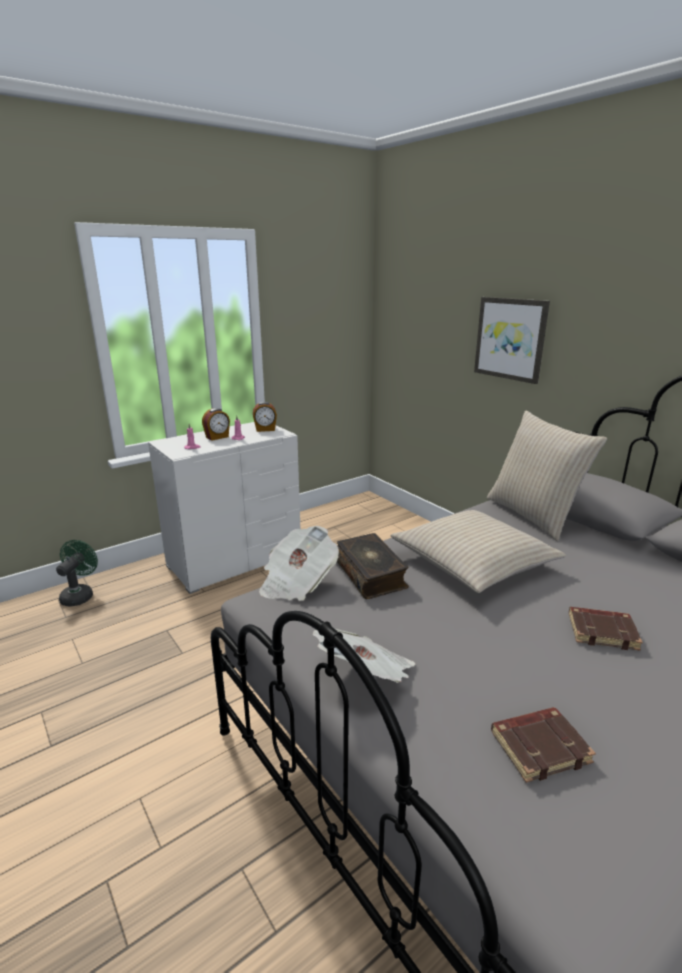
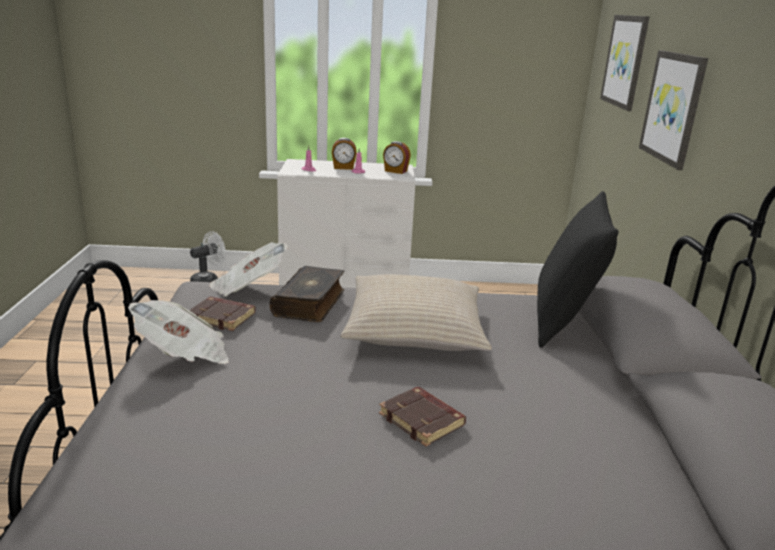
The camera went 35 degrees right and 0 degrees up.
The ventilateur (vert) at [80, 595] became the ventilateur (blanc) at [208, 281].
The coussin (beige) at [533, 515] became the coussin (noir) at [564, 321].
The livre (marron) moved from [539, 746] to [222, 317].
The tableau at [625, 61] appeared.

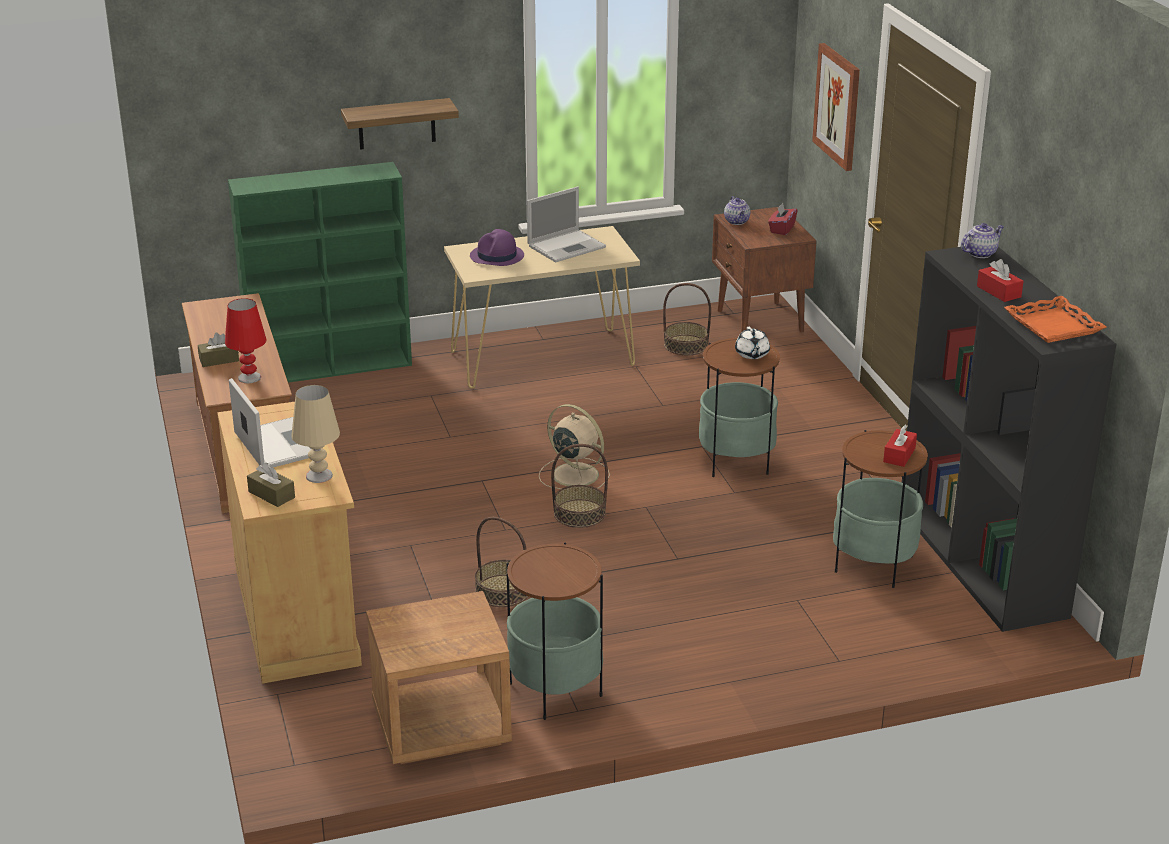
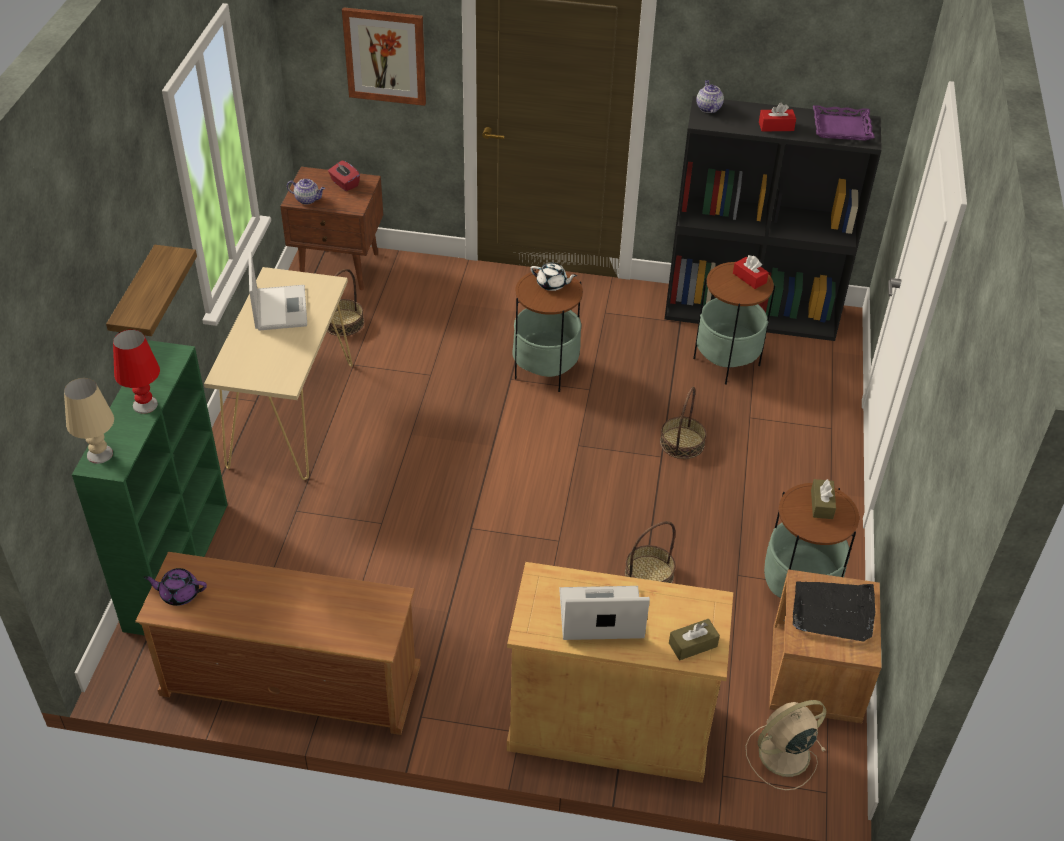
The camera went 65 degrees left and 15 degrees up.
The boîte à mouchoirs (marron) moved from [219, 360] to [821, 504].
The lampe de table (rouge) moved from [249, 377] to [145, 404].
The lampe de table (beige) moved from [318, 475] to [99, 454].
The chapeau (violet) at [497, 256] disappeared.
The ventilateur (beige) moved from [573, 474] to [782, 755].
The panier moved from [579, 514] to [682, 443].
The plateau (orange) at [1054, 326] became the plateau (violet) at [841, 127].
The théière (violet) at [179, 593] appeared.
The plateau (noir) at [833, 612] appeared.

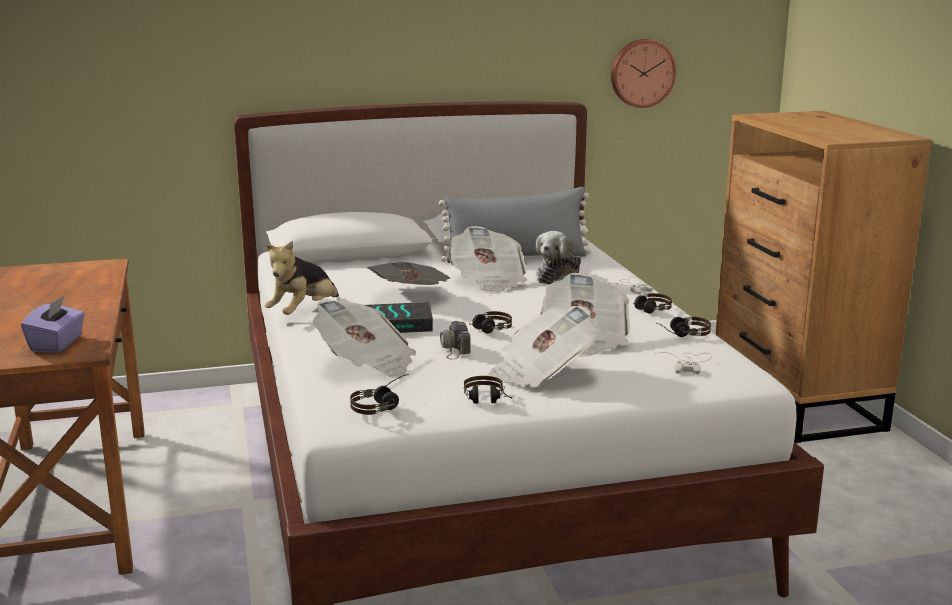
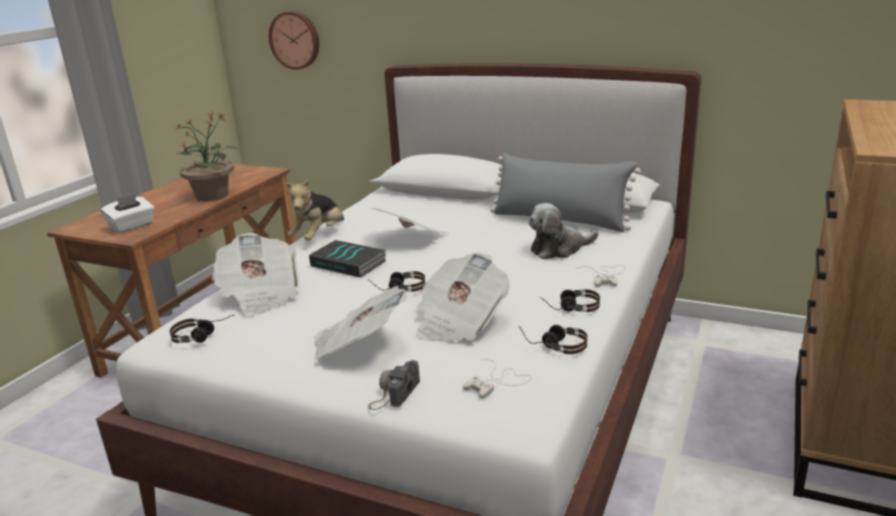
The camera went 40 degrees right and 5 degrees up.
The boîte à mouchoirs (violet) at [57, 344] became the boîte à mouchoirs (blanc) at [132, 226].
The peluche at [303, 312] turned 45 degrees counterclockwise.
The appareil photo moved from [454, 348] to [395, 393].
The journal at [488, 281] disappeared.
The casque audio at [487, 401] disappeared.
The horloge murale moved from [642, 73] to [295, 40].
The plante en pot at [212, 195] appeared.

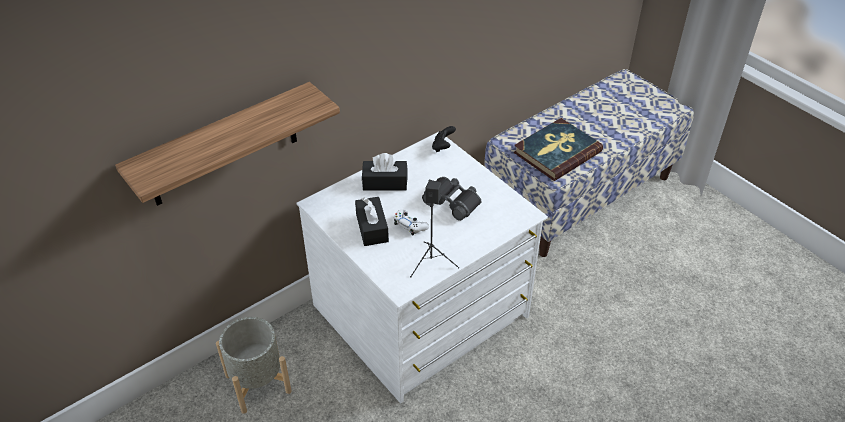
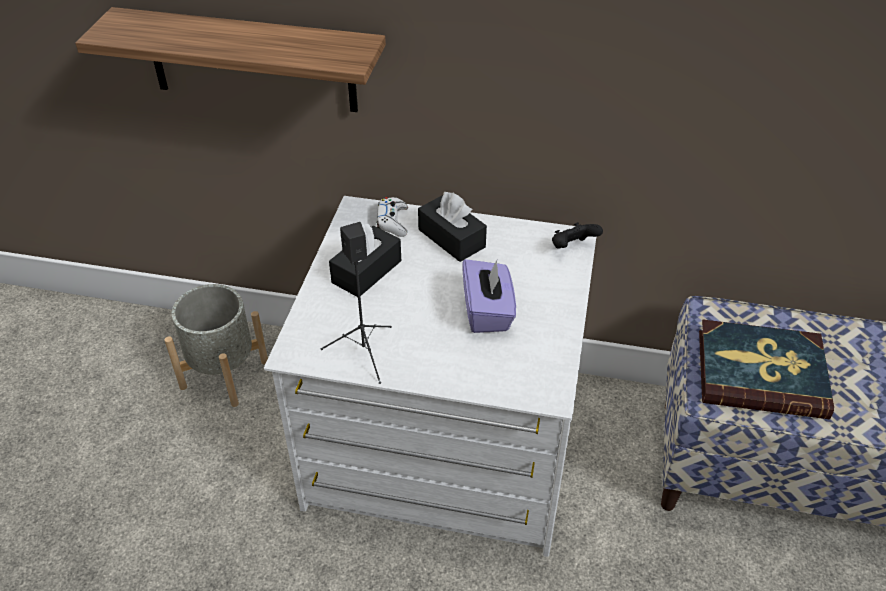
The camera went 50 degrees right and 0 degrees up.
The manette (blanc) moved from [410, 225] to [392, 222].
The jumelles (noir) at [453, 202] was replaced by the boîte à mouchoirs (violet) at [487, 312].

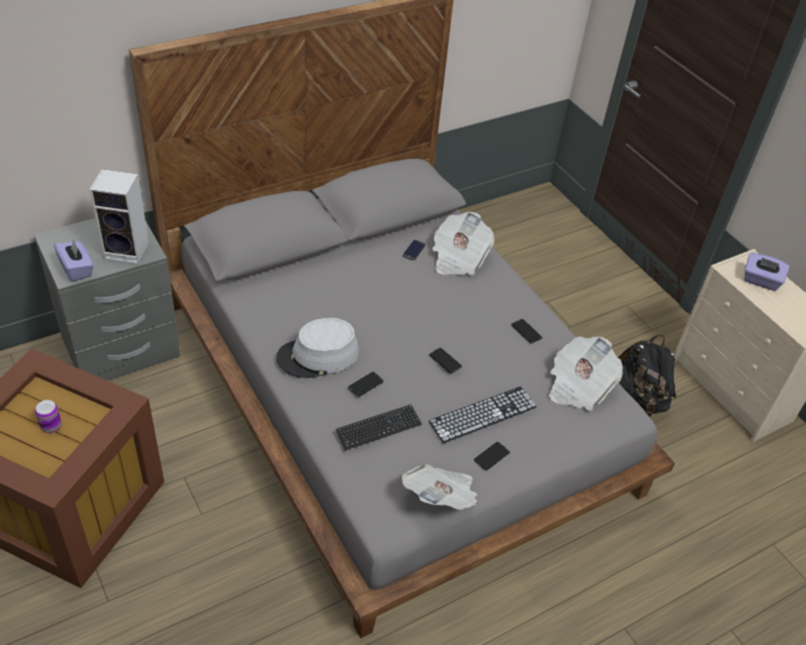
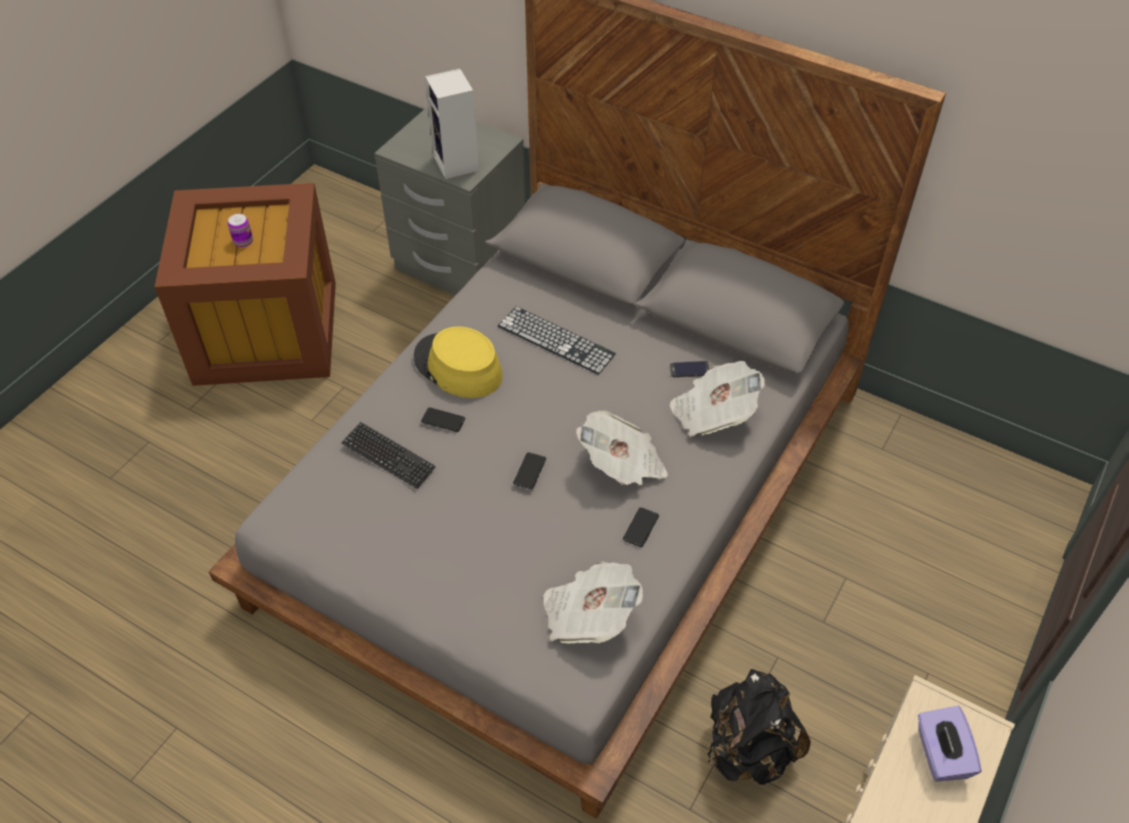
The camera went 65 degrees right and 5 degrees up.
The boîte à mouchoirs (violet) at [77, 269] disappeared.
The chapeau (gris) at [318, 356] became the chapeau (jaune) at [457, 367].
The journal moved from [441, 498] to [622, 464].
The clavier moved from [483, 414] to [556, 340].
The téléphone at [491, 456] disappeared.

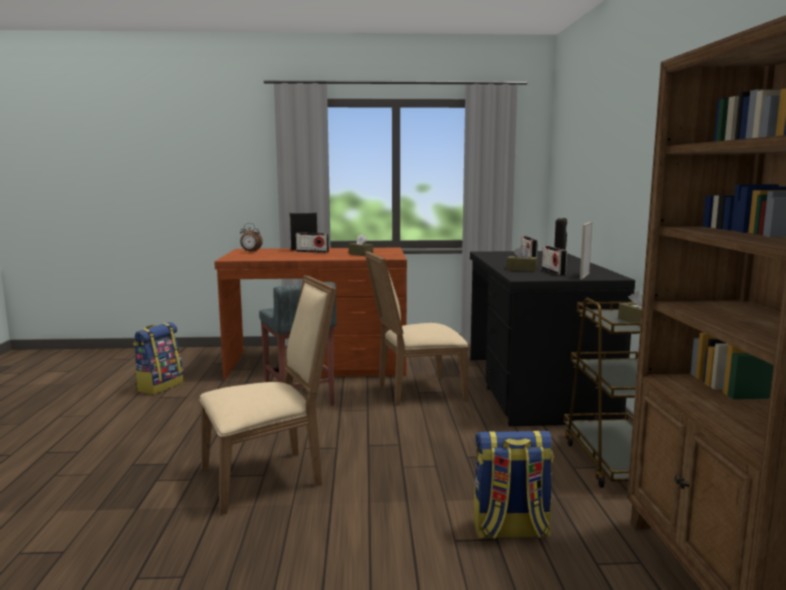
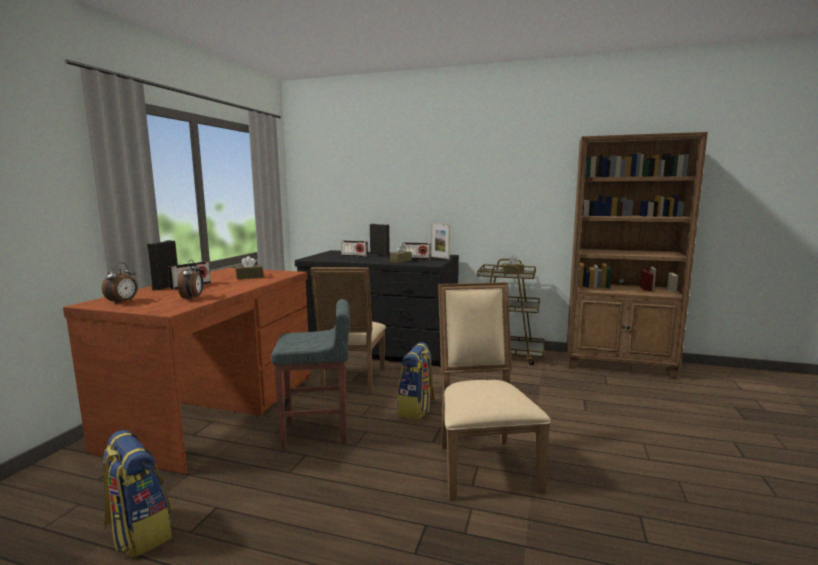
The camera went 70 degrees left and 0 degrees up.
The sac à dos moved from [510, 530] to [416, 409].
The réveil at [193, 298] appeared.

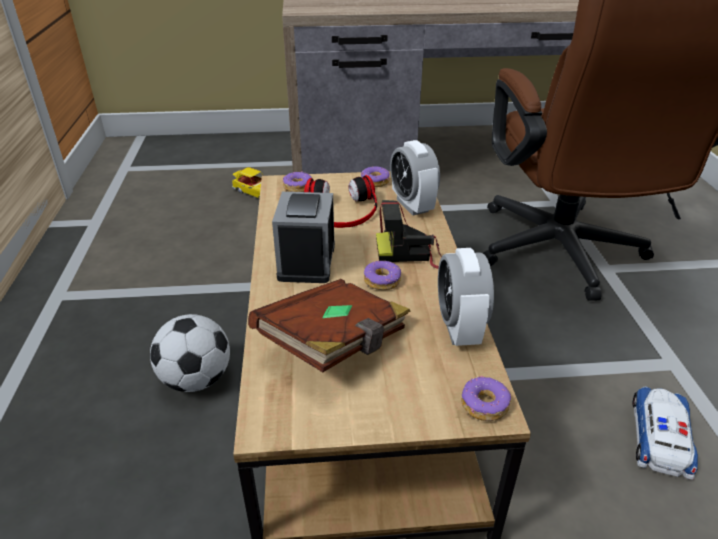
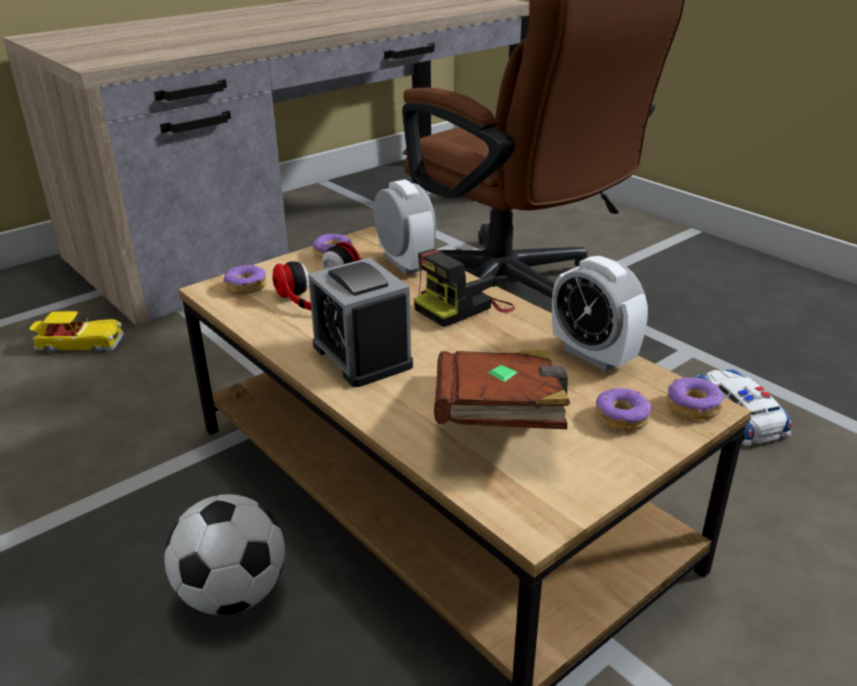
The camera went 35 degrees left and 5 degrees down.
The beignet moved from [382, 281] to [621, 417].
The réveil at [412, 205] turned 150 degrees counterclockwise.

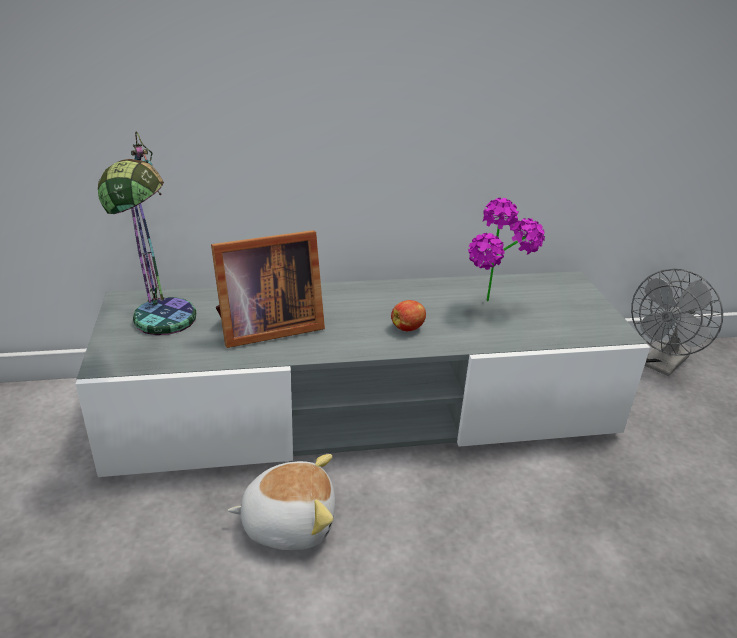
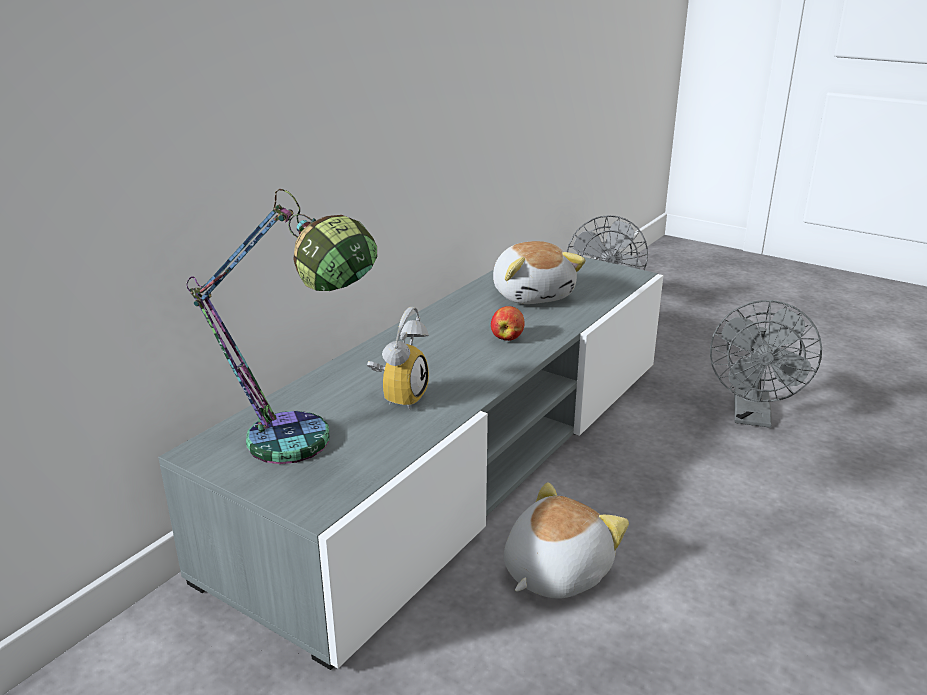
The camera went 45 degrees left and 5 degrees down.
The cadre photo at [265, 328] was replaced by the réveil at [399, 396].
The plante en pot at [494, 307] was replaced by the peluche at [533, 295].
The ventilateur (gris) at [752, 417] appeared.

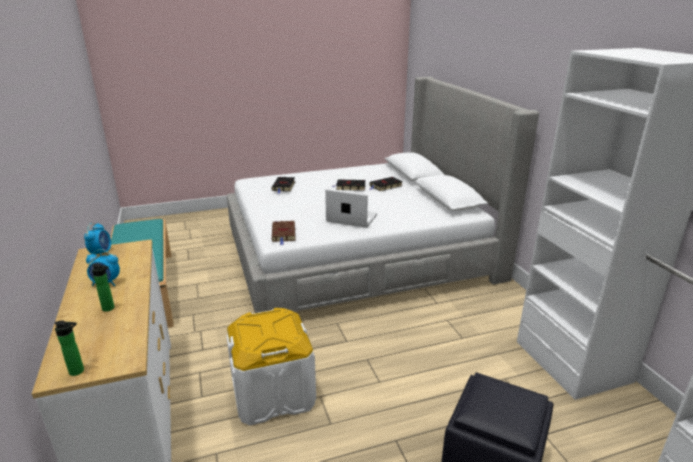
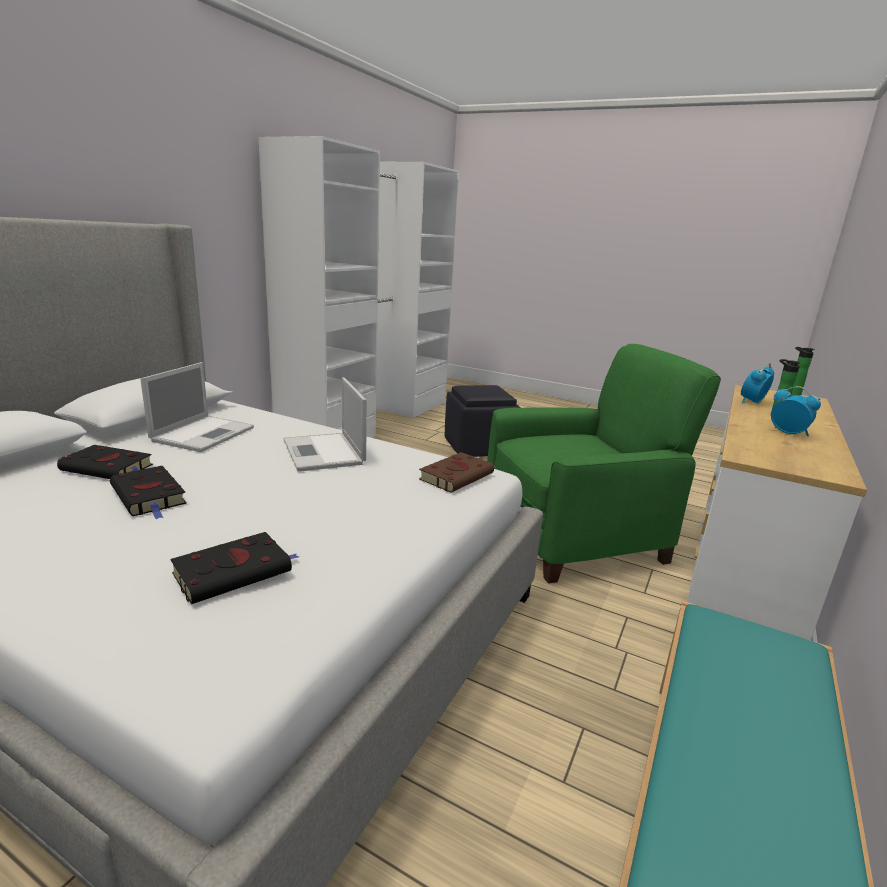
The camera went 135 degrees left and 5 degrees down.
The réveil moved from [101, 253] to [752, 402].
The boîte de rangement (blanc) at [273, 393] was replaced by the fauteuil (vert) at [575, 535].
The ordinateur portable at [204, 433] appeared.

